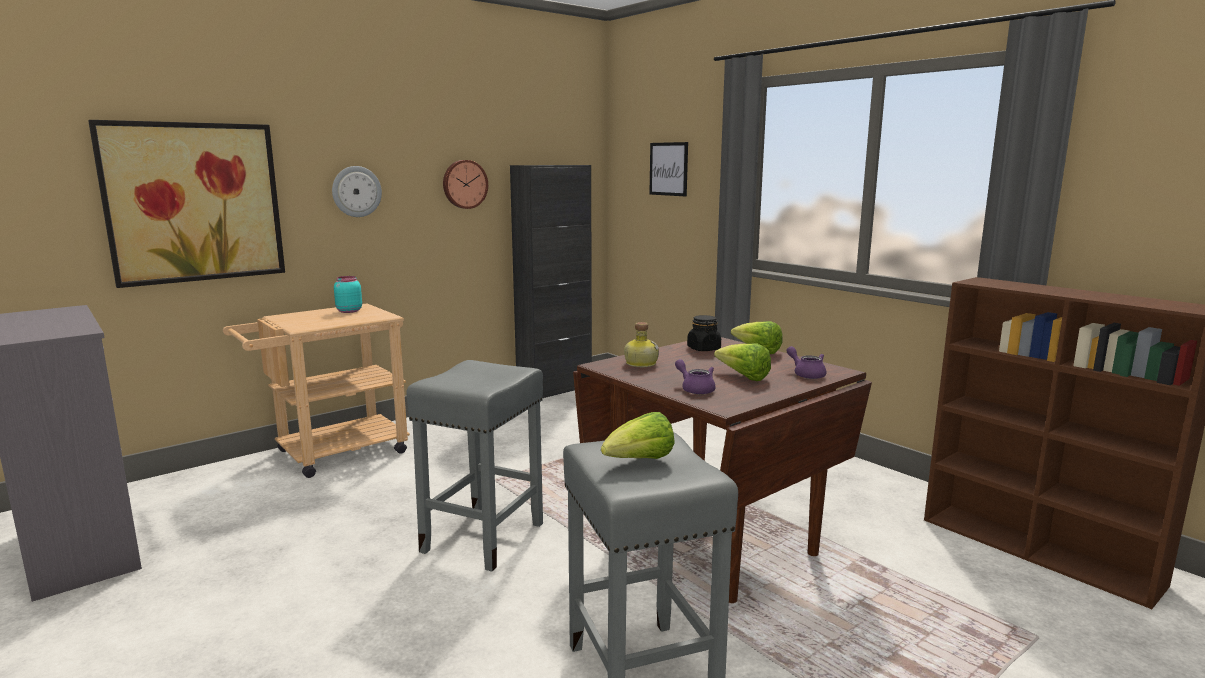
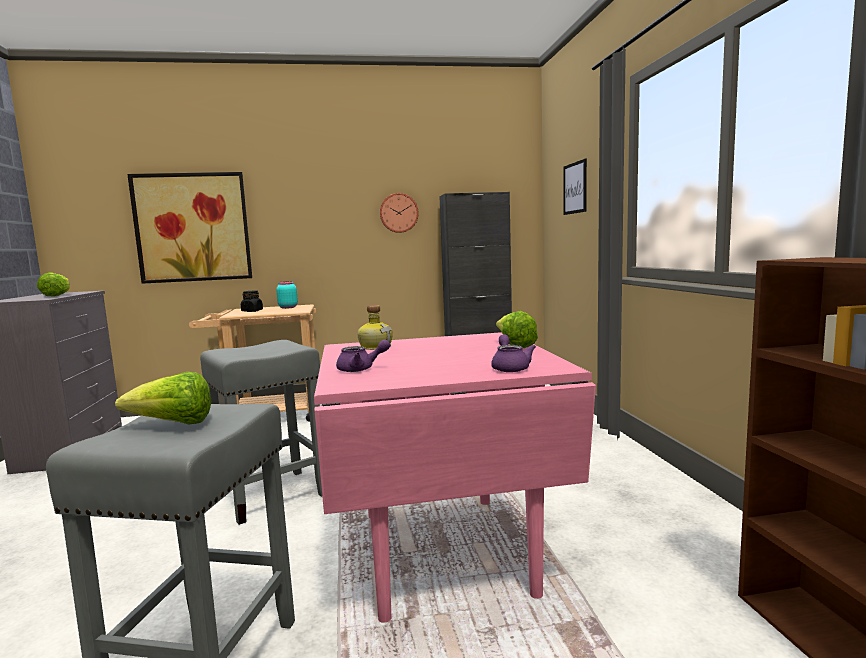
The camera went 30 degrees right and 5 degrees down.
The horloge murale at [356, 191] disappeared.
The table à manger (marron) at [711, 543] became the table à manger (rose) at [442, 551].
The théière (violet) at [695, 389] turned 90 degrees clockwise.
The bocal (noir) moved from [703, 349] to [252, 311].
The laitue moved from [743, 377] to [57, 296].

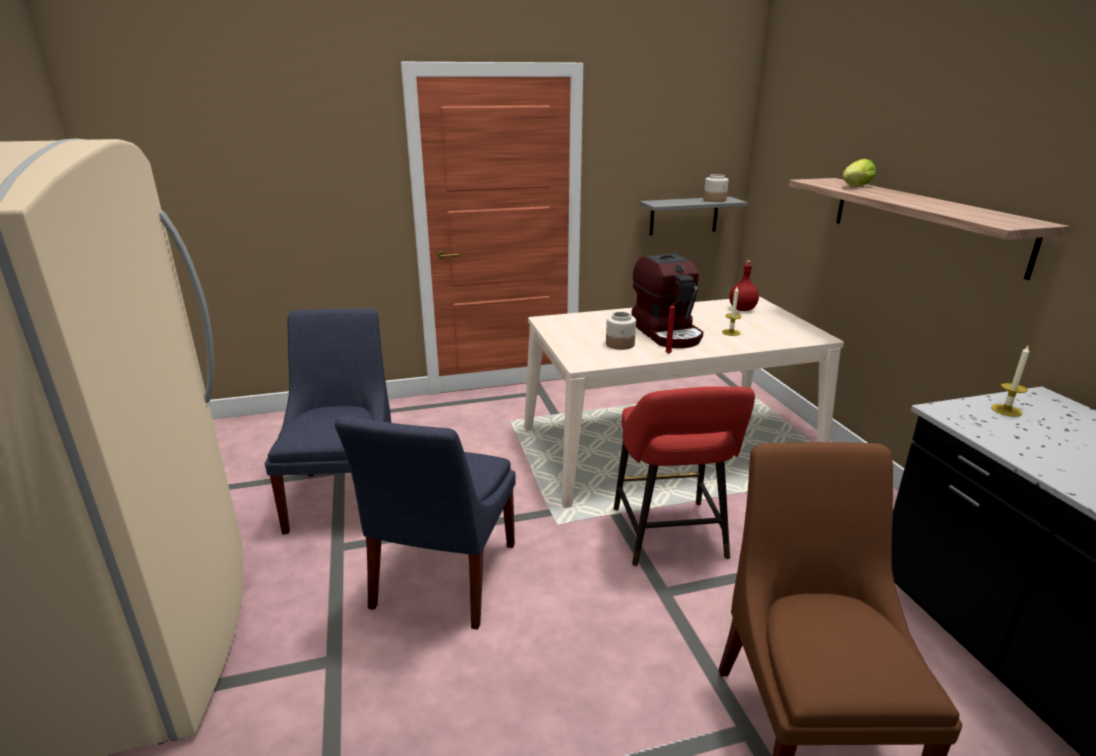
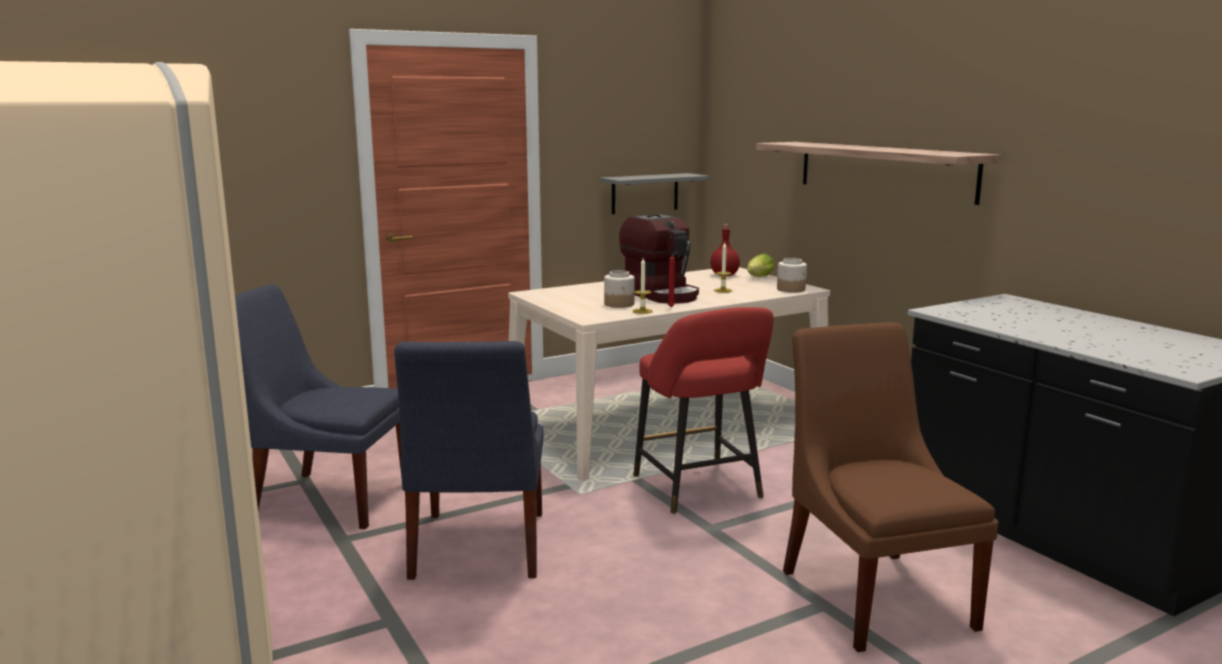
The camera went 15 degrees left and 10 degrees down.
The chaise (bleu) at [346, 495] turned 60 degrees counterclockwise.
The bocal moved from [715, 200] to [791, 289].
The laitue moved from [854, 186] to [758, 277].
The bougie moved from [1006, 410] to [642, 311].

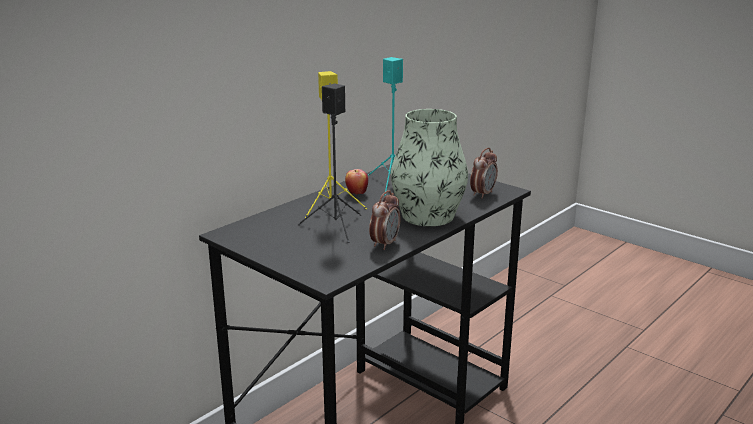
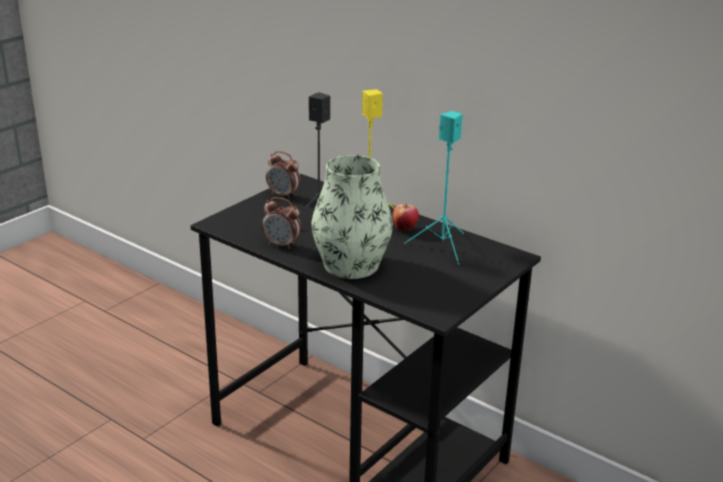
The camera went 85 degrees right and 5 degrees up.
The réveil moved from [482, 194] to [283, 195].

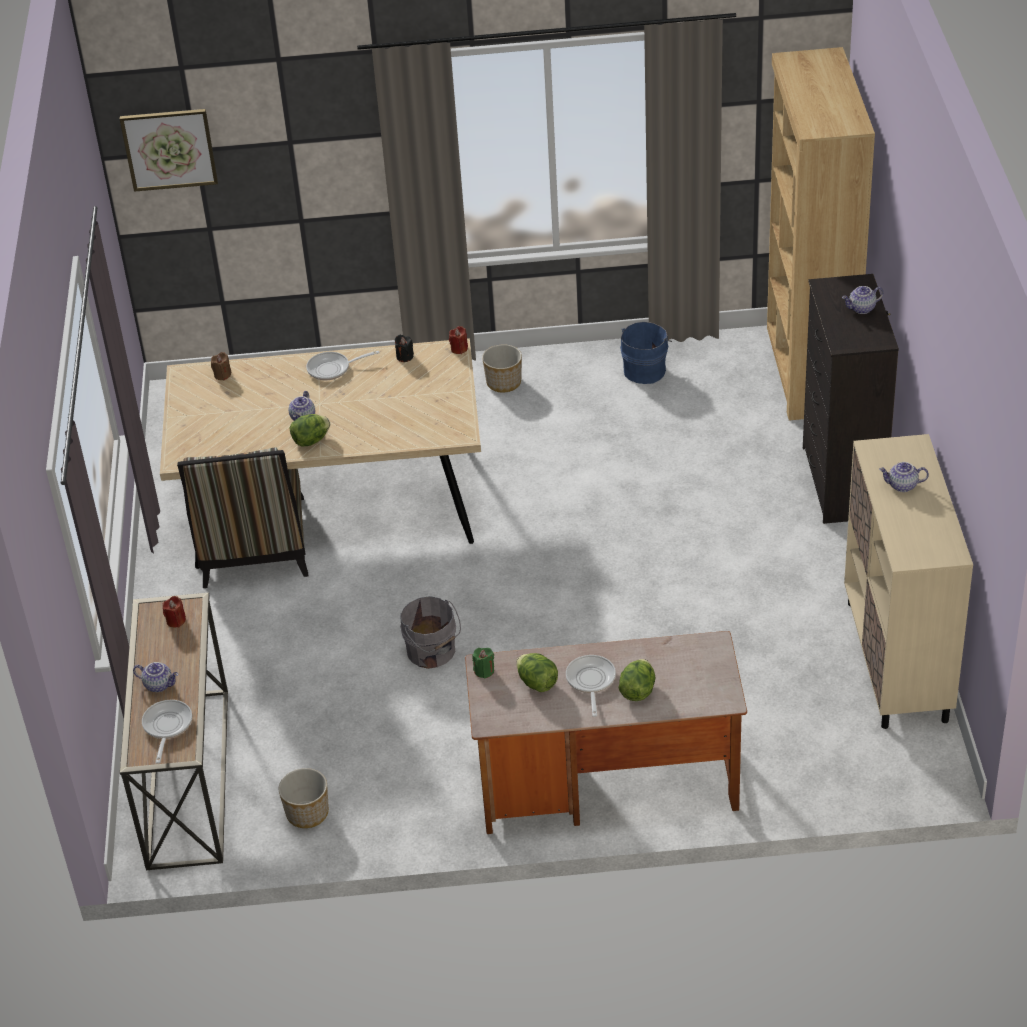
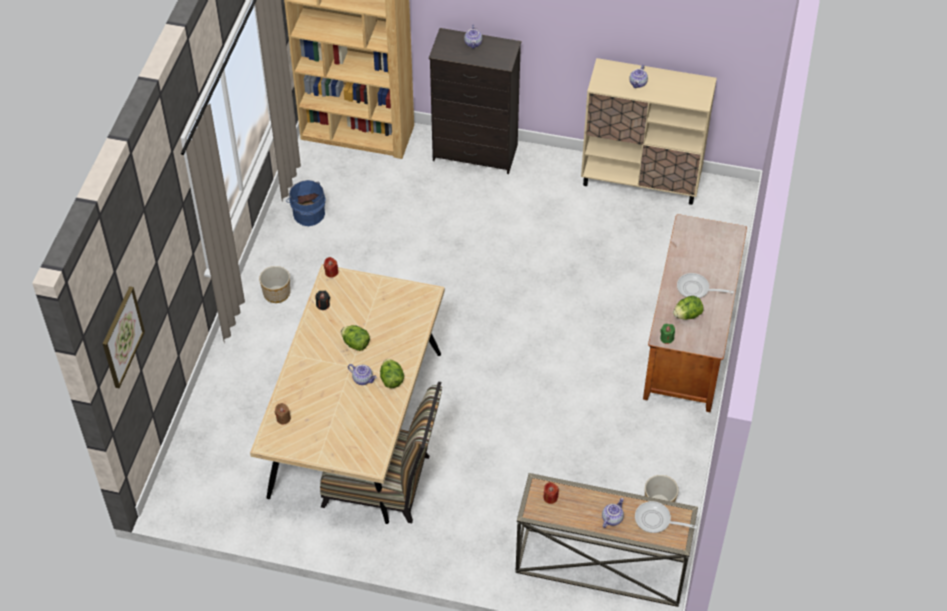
The camera went 75 degrees left and 10 degrees up.
The poêle at [332, 369] disappeared.
The seau (gris) at [432, 652] disappeared.
The laitue moved from [637, 691] to [356, 344].

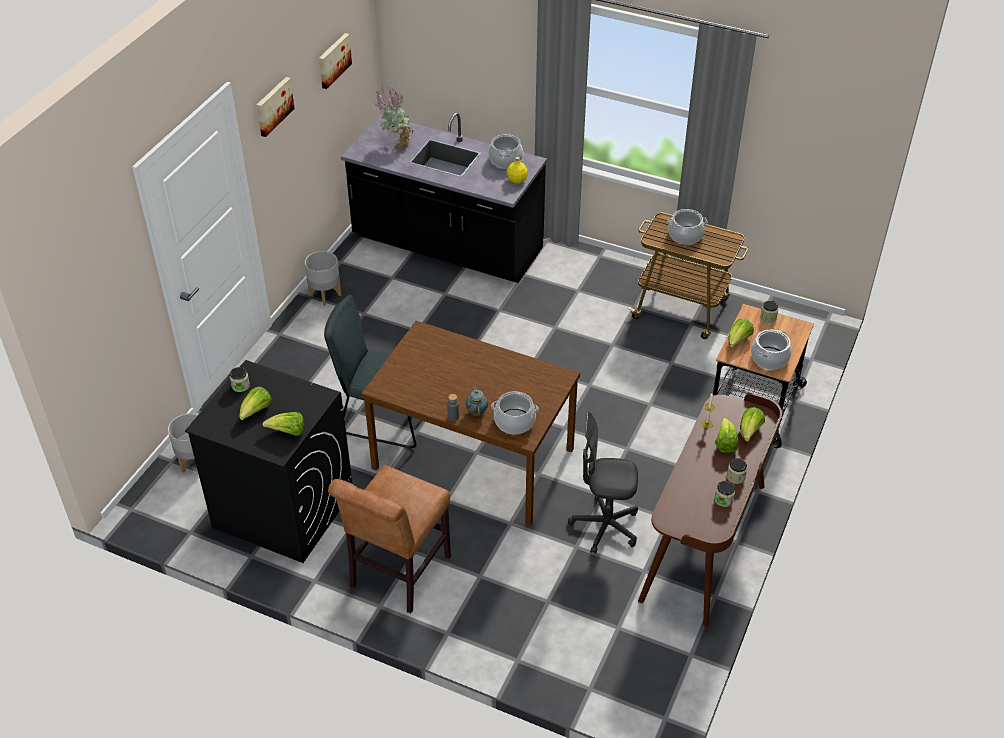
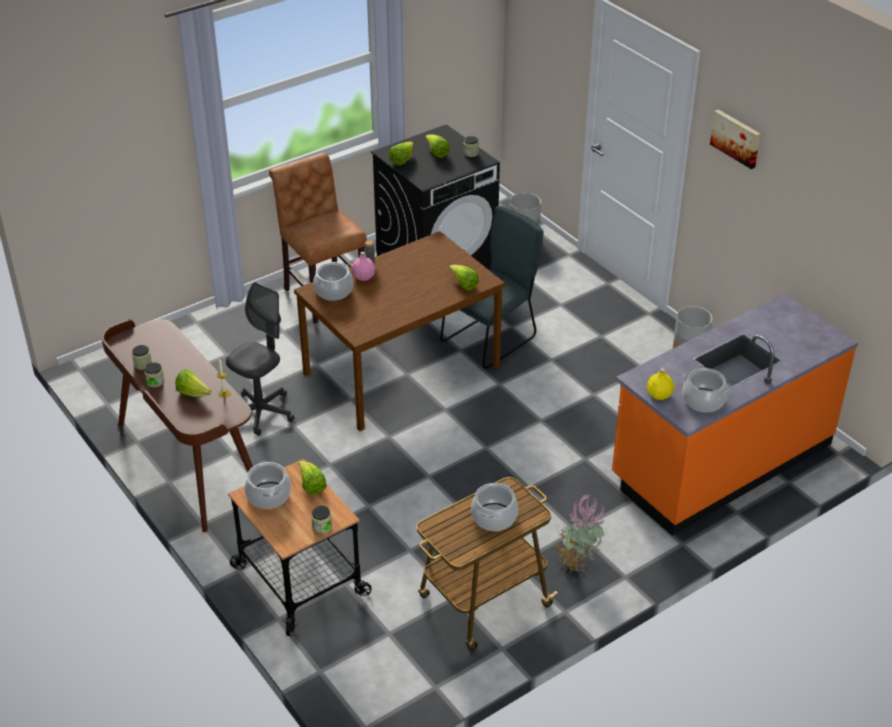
The camera went 120 degrees right and 5 degrees down.
The tableau at [333, 60] disappeared.
The comptoir de cuisine (noir) at [447, 245] became the comptoir de cuisine (orange) at [721, 461].
The plante en pot moved from [396, 144] to [577, 561].
The théière at [477, 412] was replaced by the bouteille (rose) at [363, 277].
The laitue moved from [749, 432] to [463, 285].

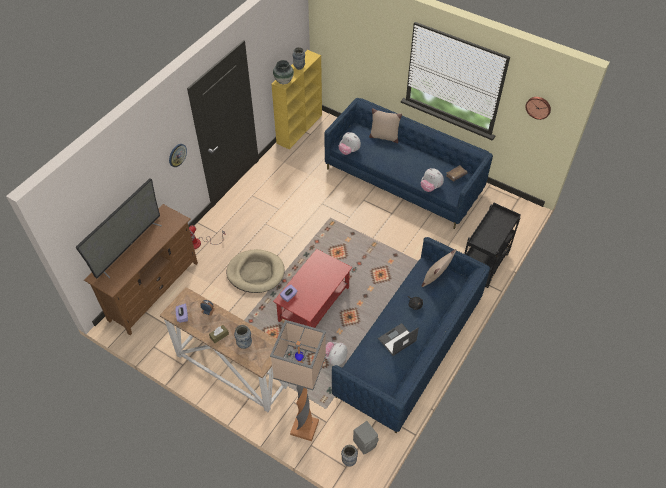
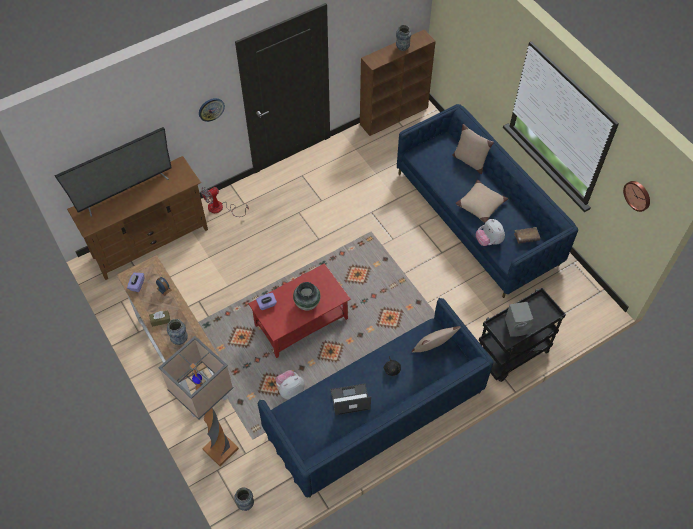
The camera went 25 degrees right and 5 degrees up.
The panier pour chien (beige) at [256, 273] disappeared.
The bibliothèque (jaune) at [299, 128] became the bibliothèque (marron) at [394, 115].
The vase moved from [284, 81] to [307, 304].
The peluche at [349, 151] disappeared.
The enceinte (gris) moved from [365, 442] to [517, 326].
The coussin (beige) at [480, 204] appeared.

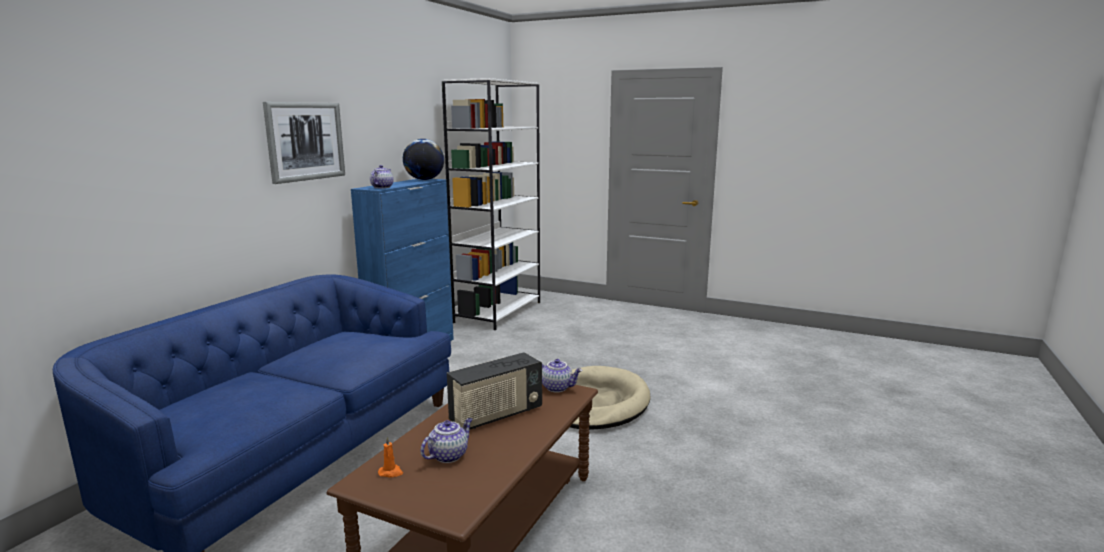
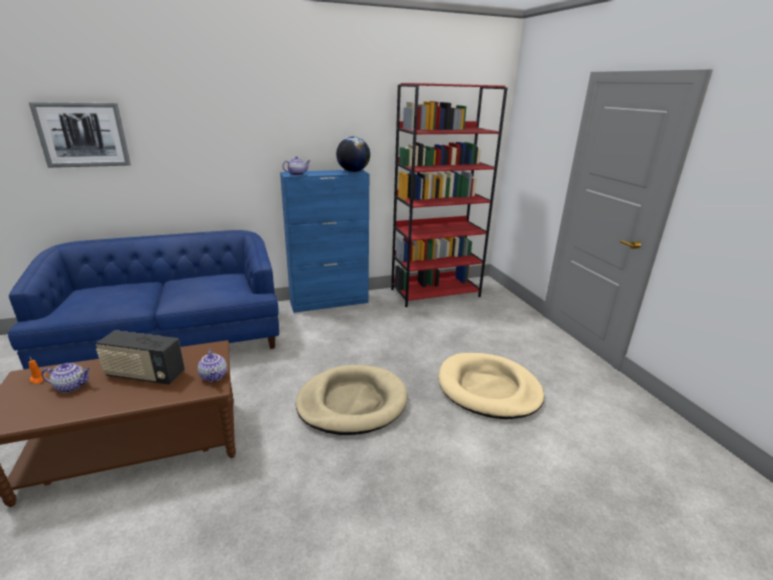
The camera went 45 degrees right and 10 degrees up.
The tableau moved from [305, 141] to [83, 135].
The bibliothèque (blanc) at [498, 312] became the bibliothèque (rouge) at [435, 293].
The panier pour chien (beige) at [488, 389] appeared.

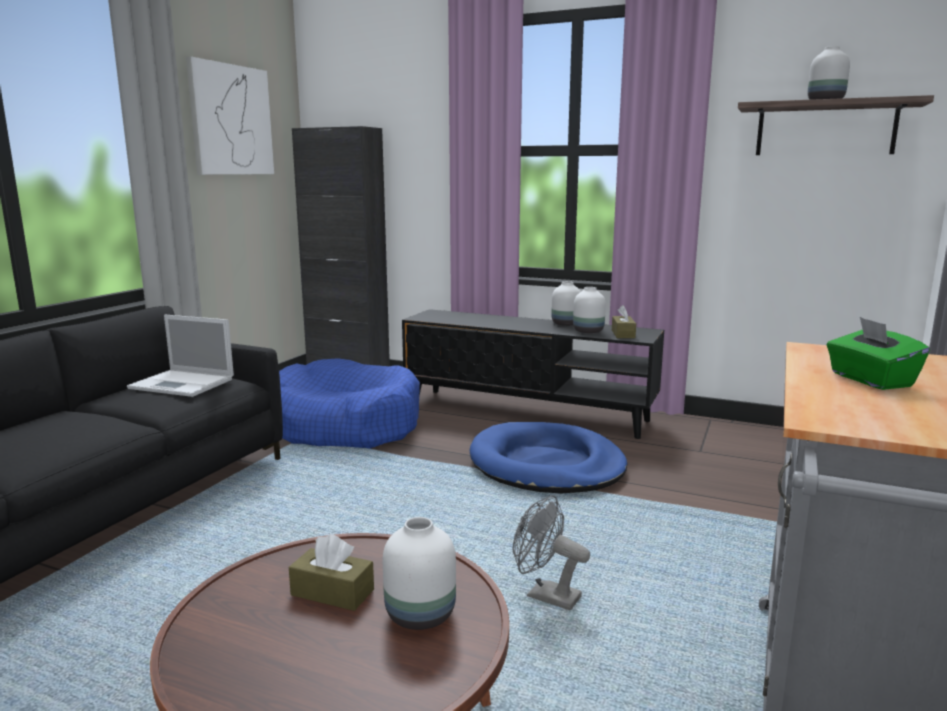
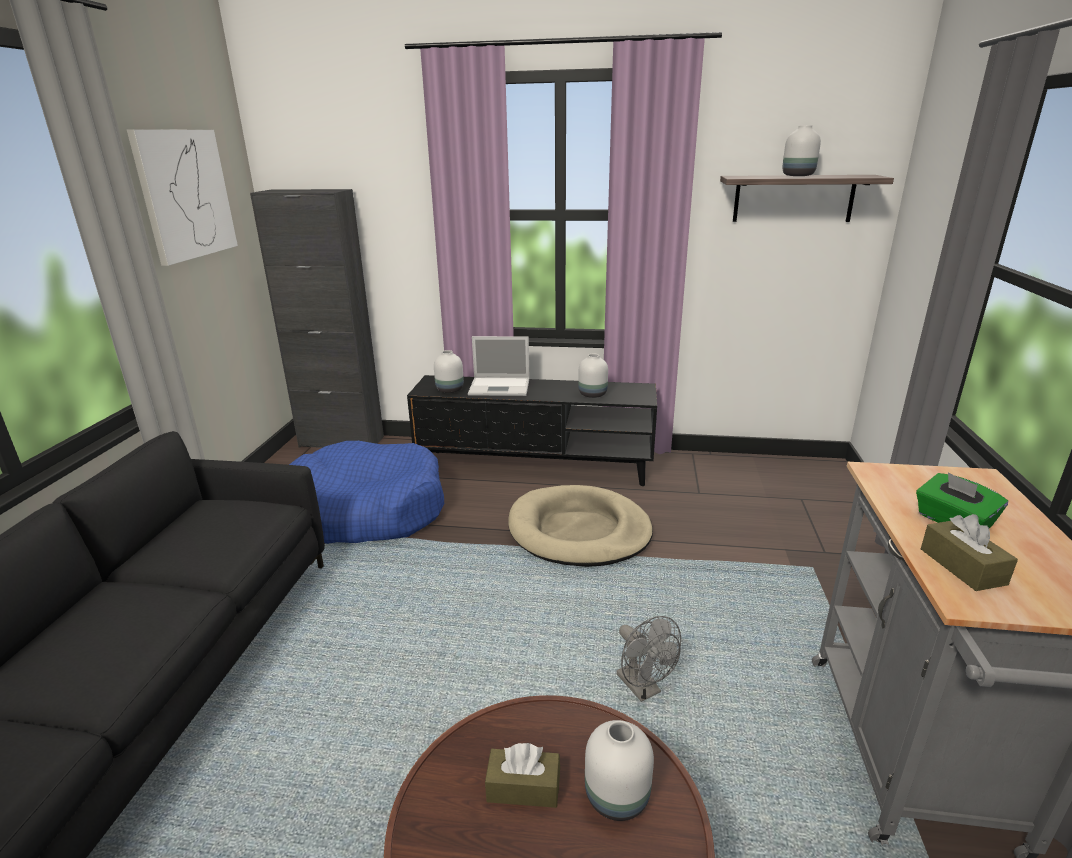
The camera went 15 degrees left and 10 degrees up.
The ordinateur portable moved from [183, 384] to [501, 387].
The panier pour chien (bleu) at [546, 465] became the panier pour chien (beige) at [579, 531].
The ventilateur (gris) at [545, 595] turned 135 degrees counterclockwise.
The vase (blanc) moved from [565, 324] to [449, 390].
The boîte à mouchoirs (marron) moved from [623, 334] to [962, 566].

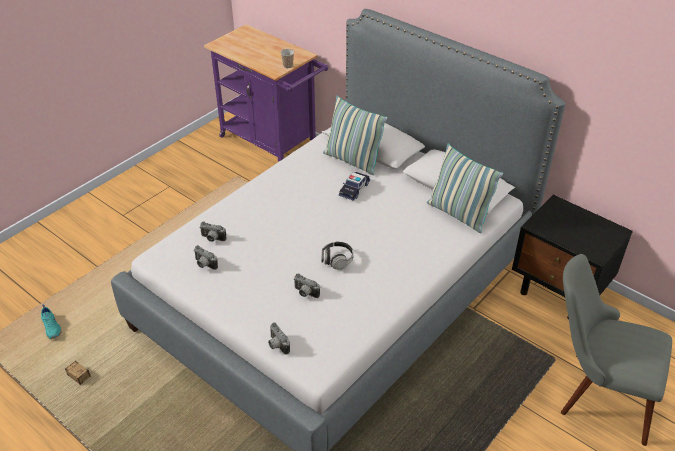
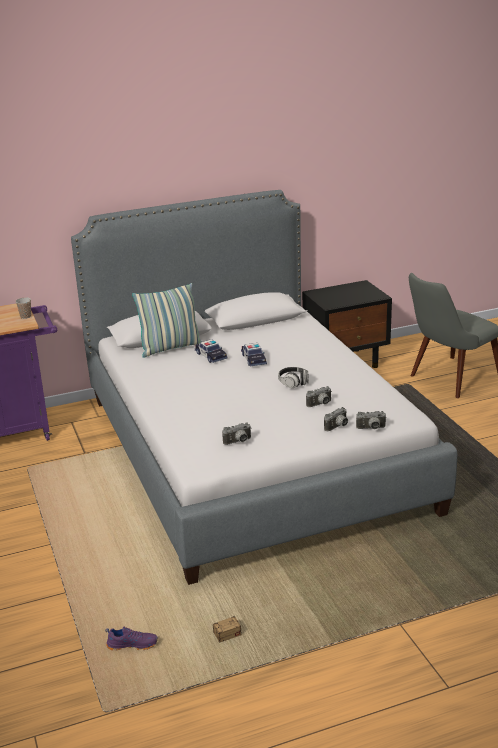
The camera went 60 degrees left and 15 degrees down.
The chaussure (turquoise) at [52, 327] became the chaussure (violet) at [132, 644].
The appareil photo moved from [212, 239] to [338, 427].
The coussin at [458, 214] disappeared.
The petite voiture at [253, 359] appeared.

